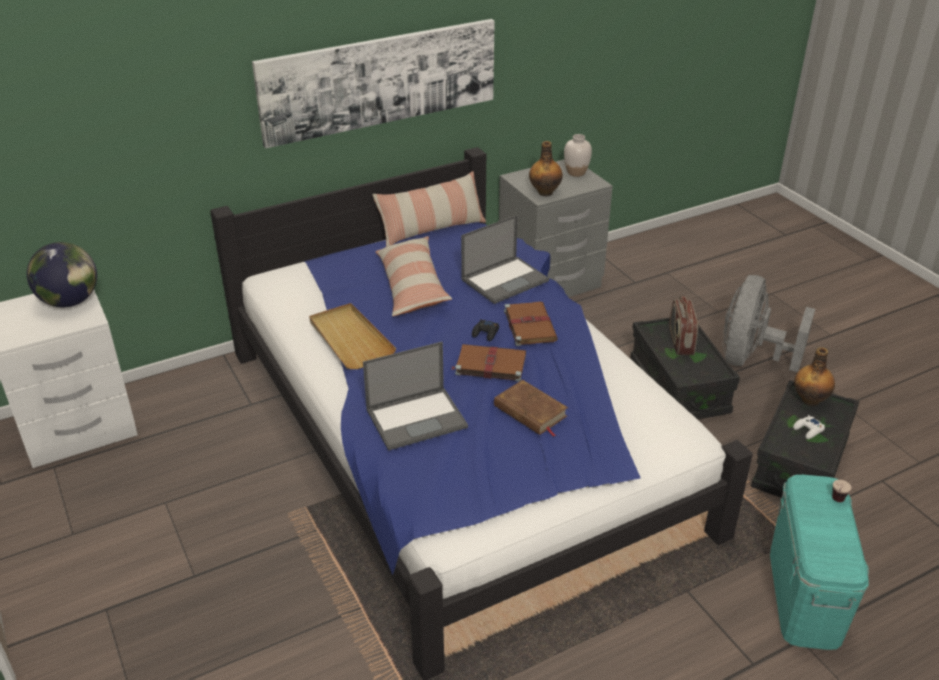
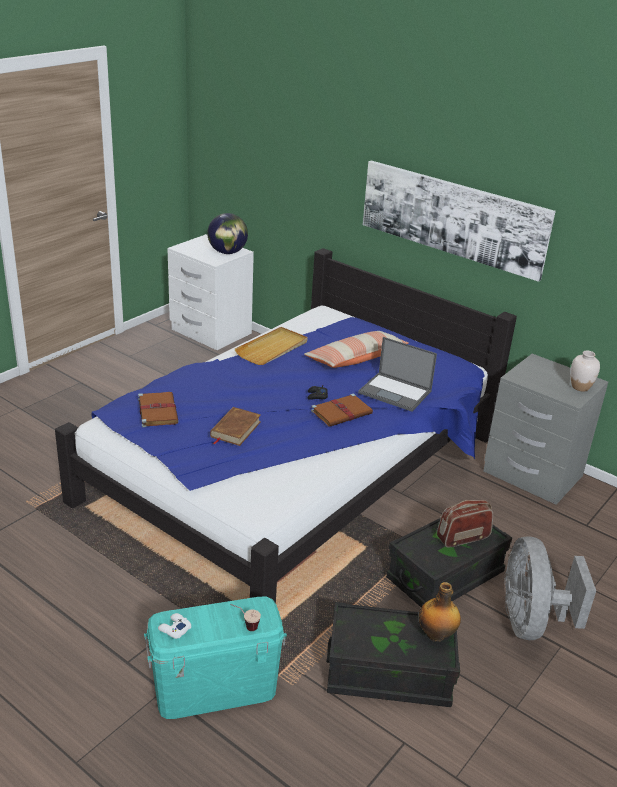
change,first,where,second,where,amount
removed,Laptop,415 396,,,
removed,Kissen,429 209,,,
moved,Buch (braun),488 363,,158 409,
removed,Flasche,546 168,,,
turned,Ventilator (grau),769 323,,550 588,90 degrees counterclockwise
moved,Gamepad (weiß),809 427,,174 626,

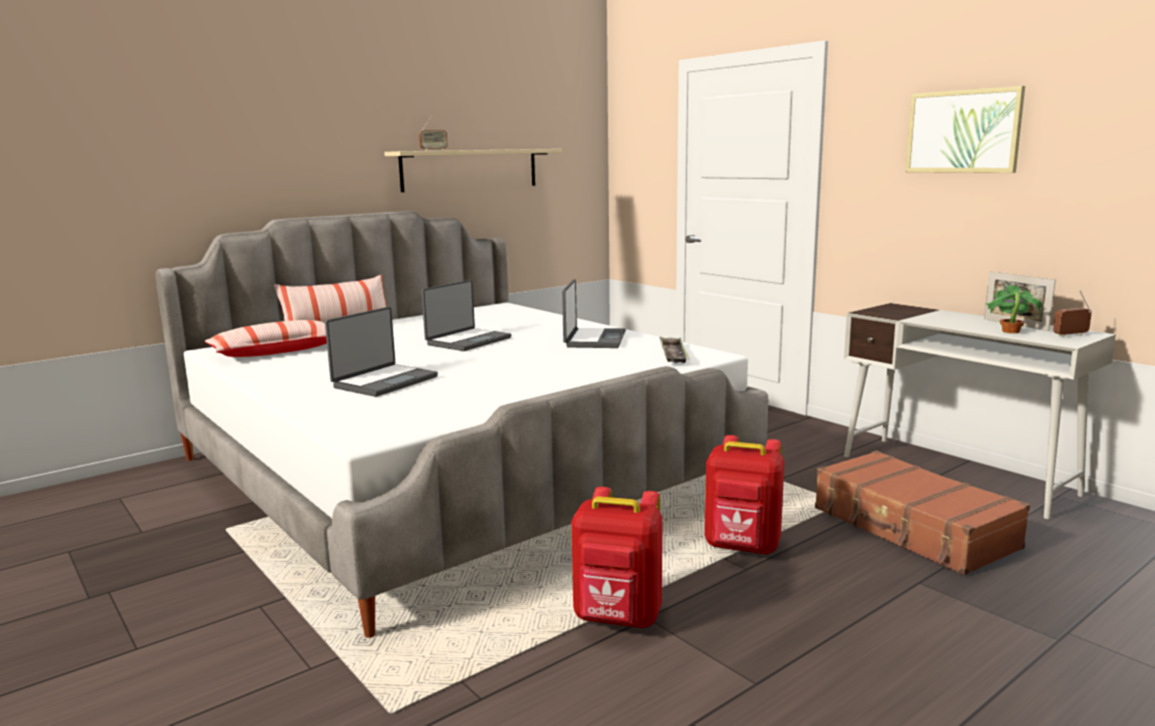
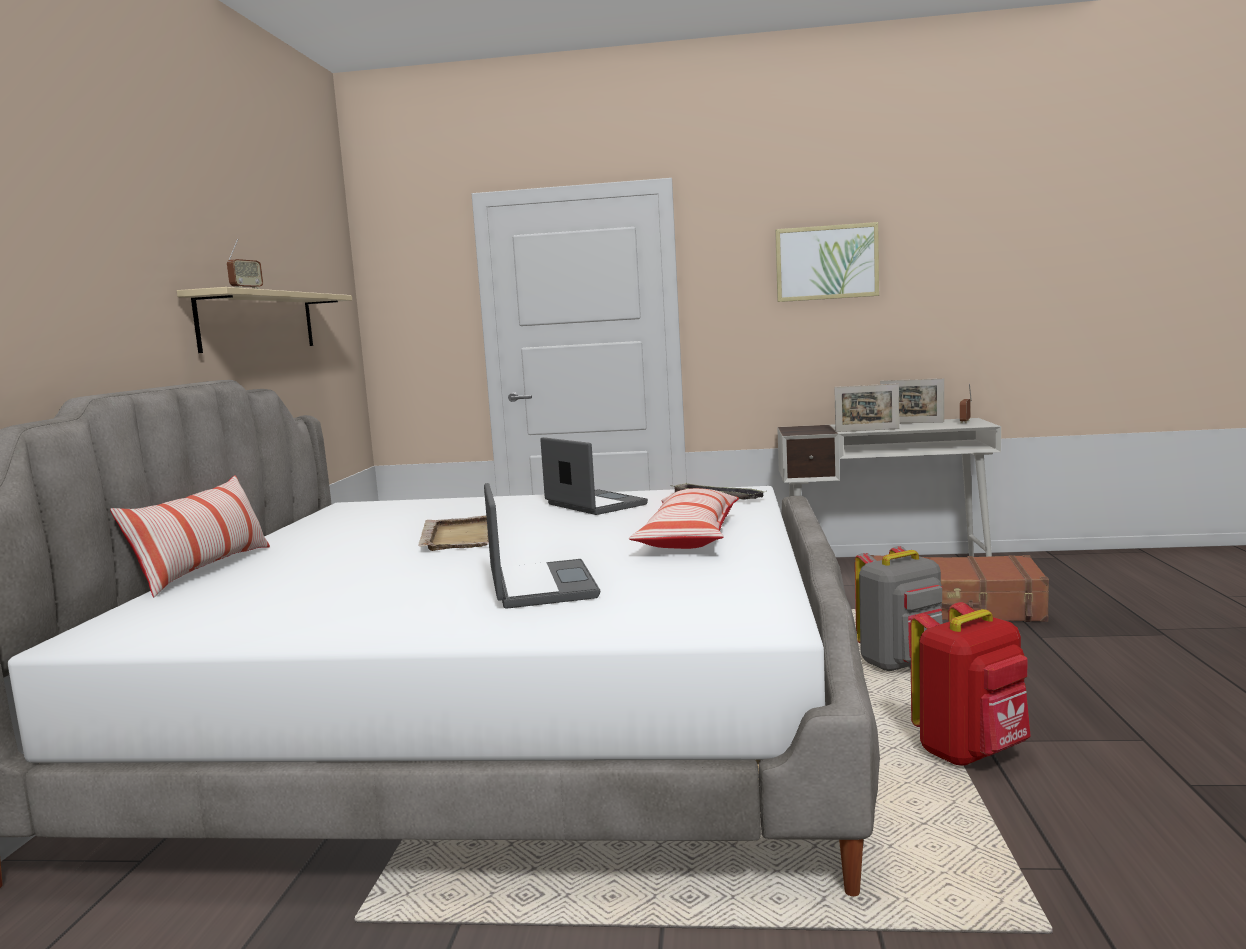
change,first,where,second,where,amount
moved,Kissen,266 338,,684 518,
replaced,Laptop,466 315,Tablett (beige),454 533,
recoloured,Rucksack (rot),744 495,Rucksack (grau),899 608,
removed,Topfpflanze,1014 309,,,
added,,,Bilderrahmen,866 407,

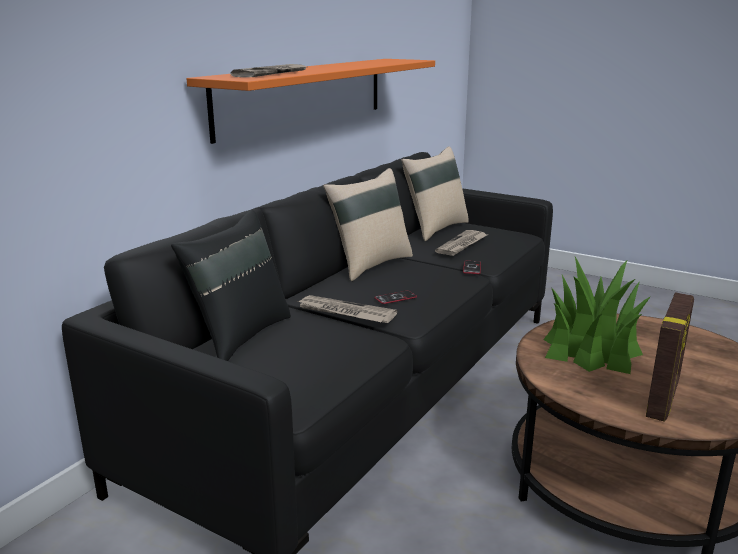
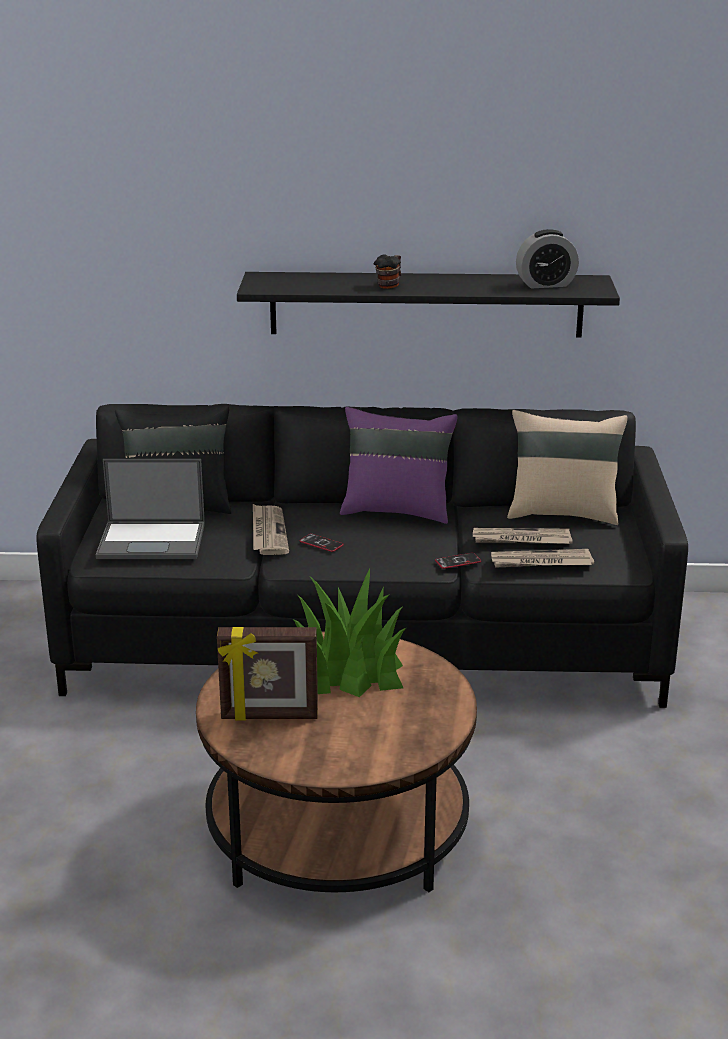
change,first,where,second,where,amount
recoloured,Wandregal (orange),310 101,Wandregal (schwarz),428 305,
moved,Zeitung,268 70,,542 558,
recoloured,Kissen (beige),368 224,Kissen (lila),398 465,
added,,,Laptop,150 509,
added,,,Henkelbecher,387 271,
added,,,Wecker,547 258,

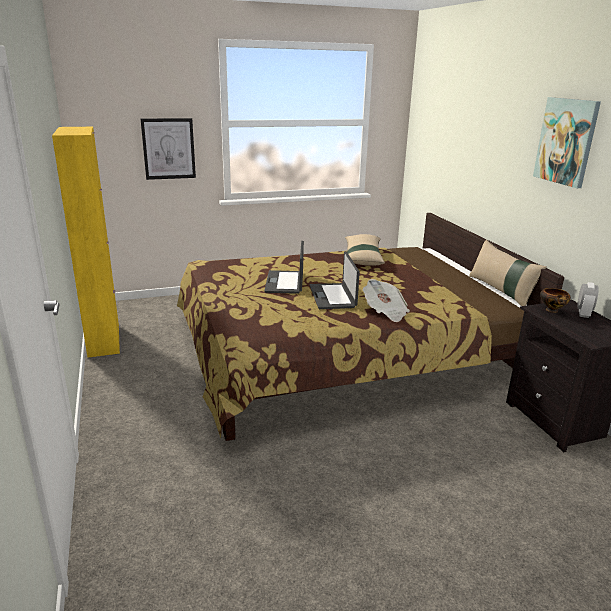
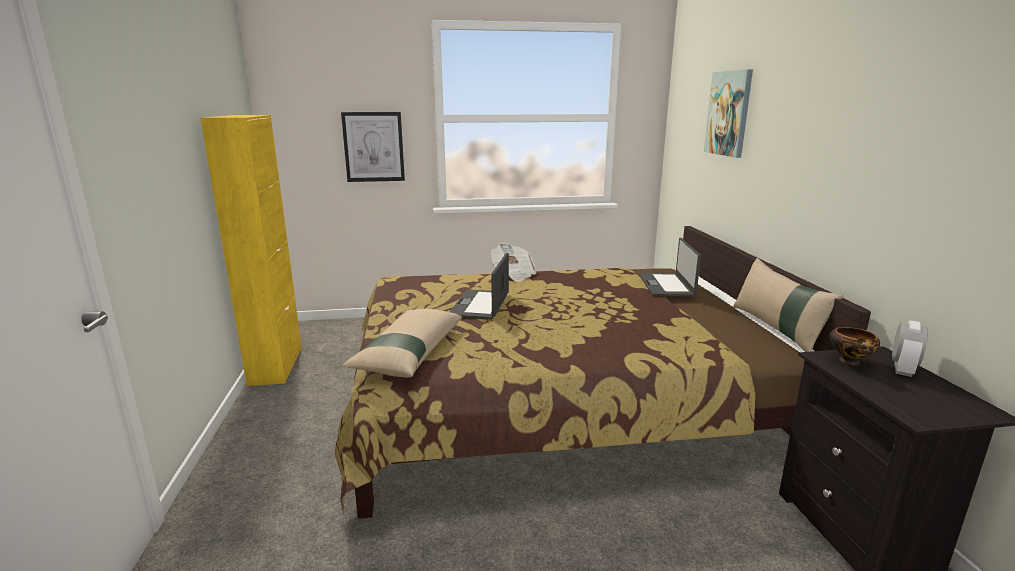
change,first,where,second,where,amount
moved,Laptop,334 280,,670 267,
moved,Kissen (beige),365 250,,402 343,
moved,Zeitung,386 300,,513 262,
moved,Bild,567 142,,728 113,

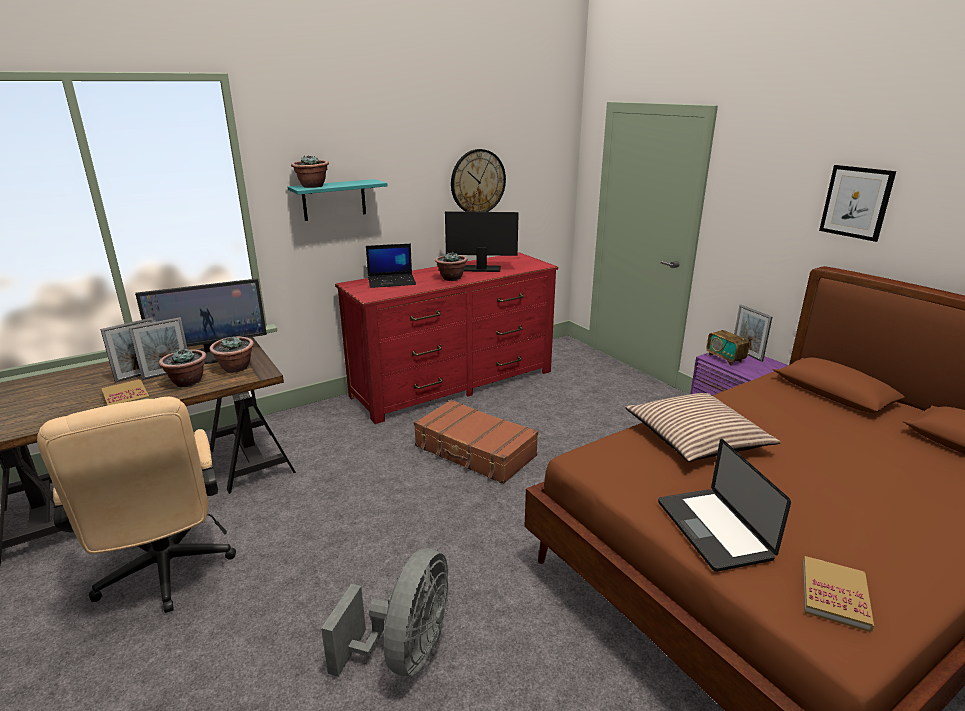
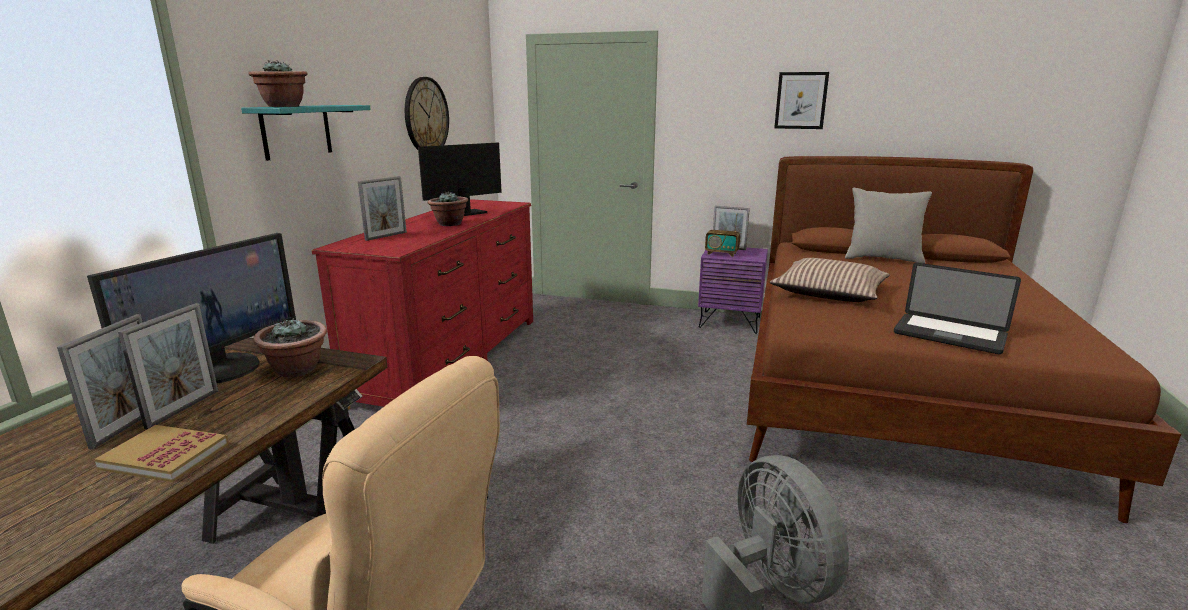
change,first,where,second,where,amount
removed,Topfpflanze,182 367,,,
replaced,Laptop,391 266,Bilderrahmen,382 208,
removed,Koffer (braun),476 442,,,
removed,Buch,838 594,,,
added,,,Kissen (grau),888 226,

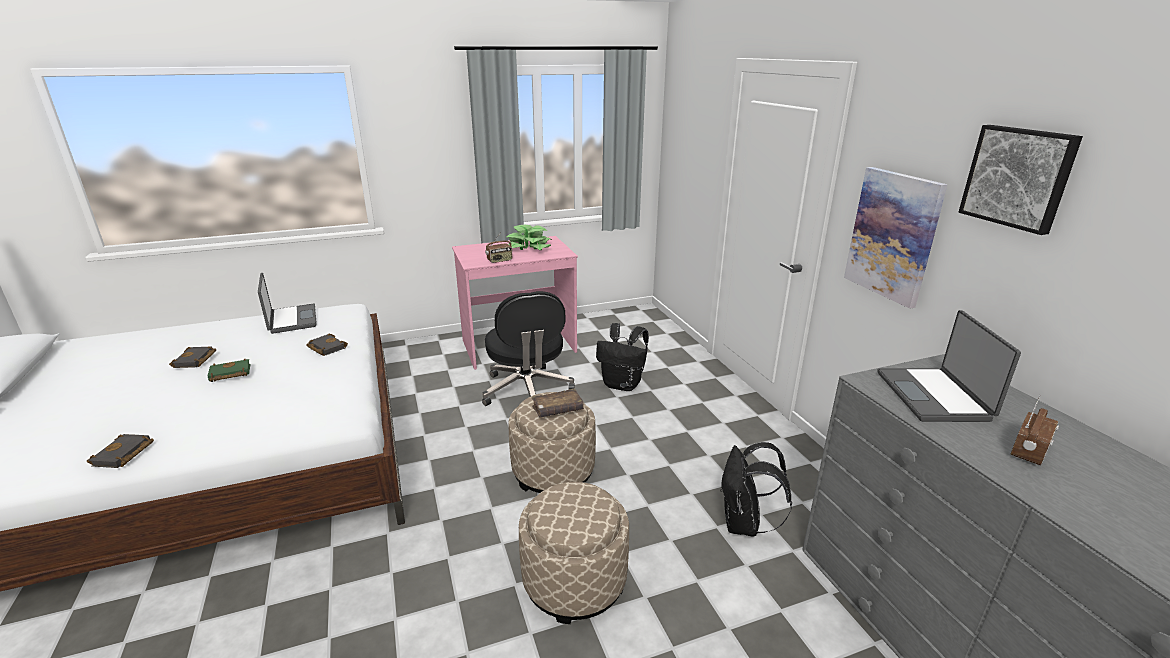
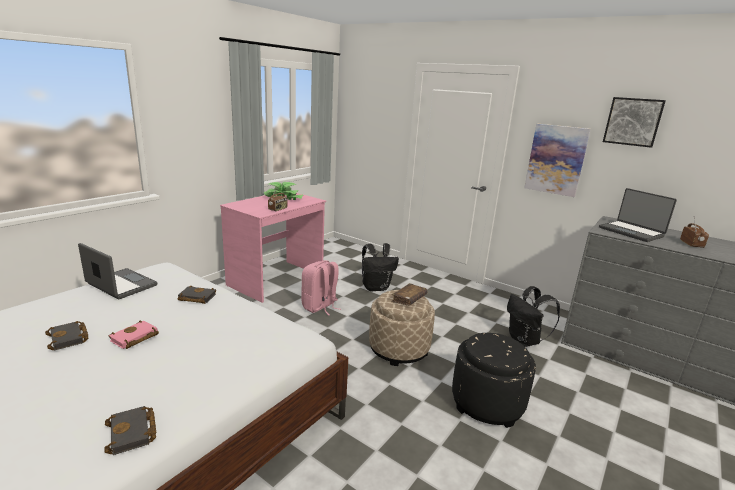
change,first,where,second,where,amount
recoloured,Buch (grün),229 370,Buch (rosa),134 334,
replaced,Bürostuhl (schwarz),528 348,Rucksack (rosa),321 288,
recoloured,Polsterhocker (beige),574 553,Polsterhocker (schwarz),494 380,

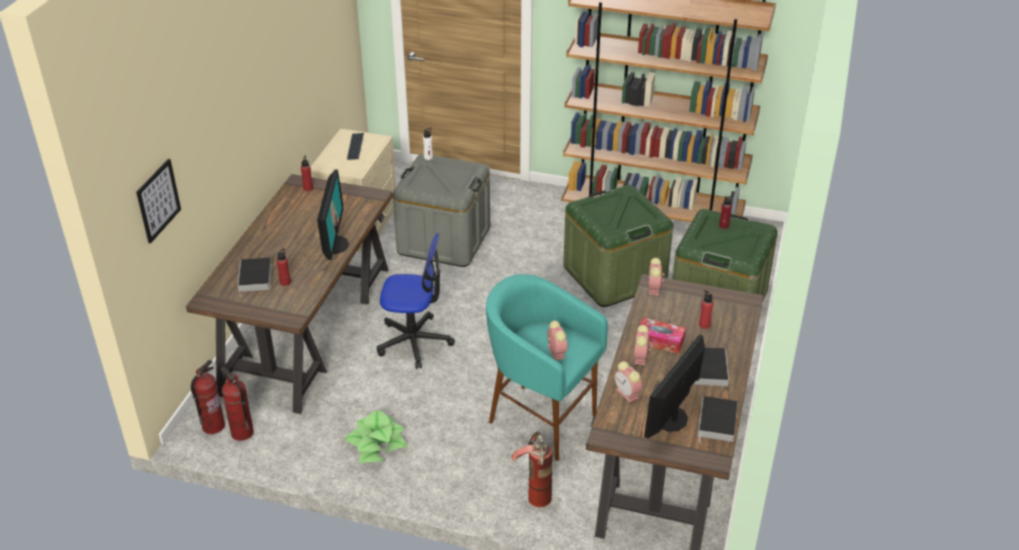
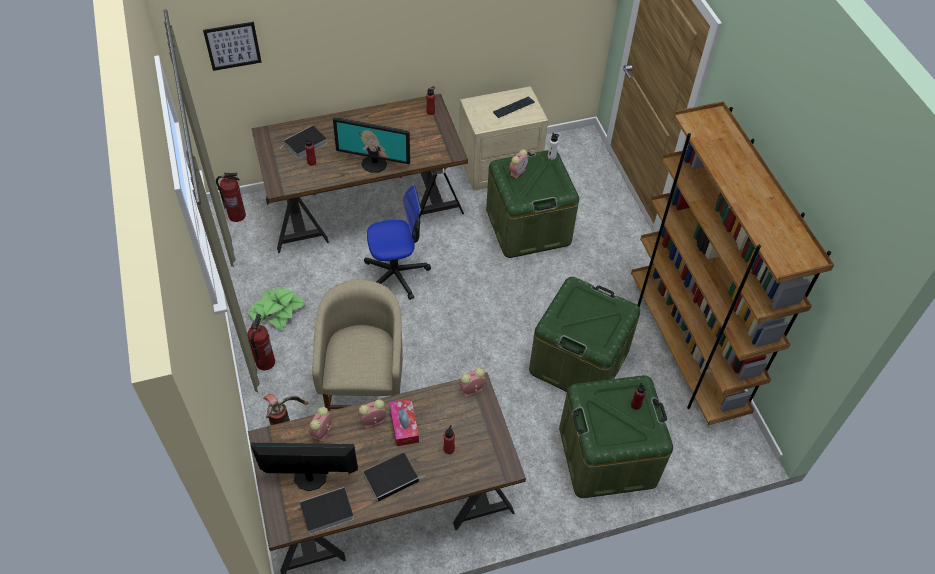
change,first,where,second,where,amount
moved,Feuerlöscher,237 404,,261 342,
turned,Monitor,333 214,,371 145,45 degrees clockwise
turned,Bürostuhl,416 301,,397 242,75 degrees counterclockwise
recoloured,Aufbewahrungsbox (grau),441 210,Aufbewahrungsbox (grün),532 204,
recoloured,Hocker (türkis),547 367,Hocker (beige),357 345,
moved,Wecker,557 340,,518 164,

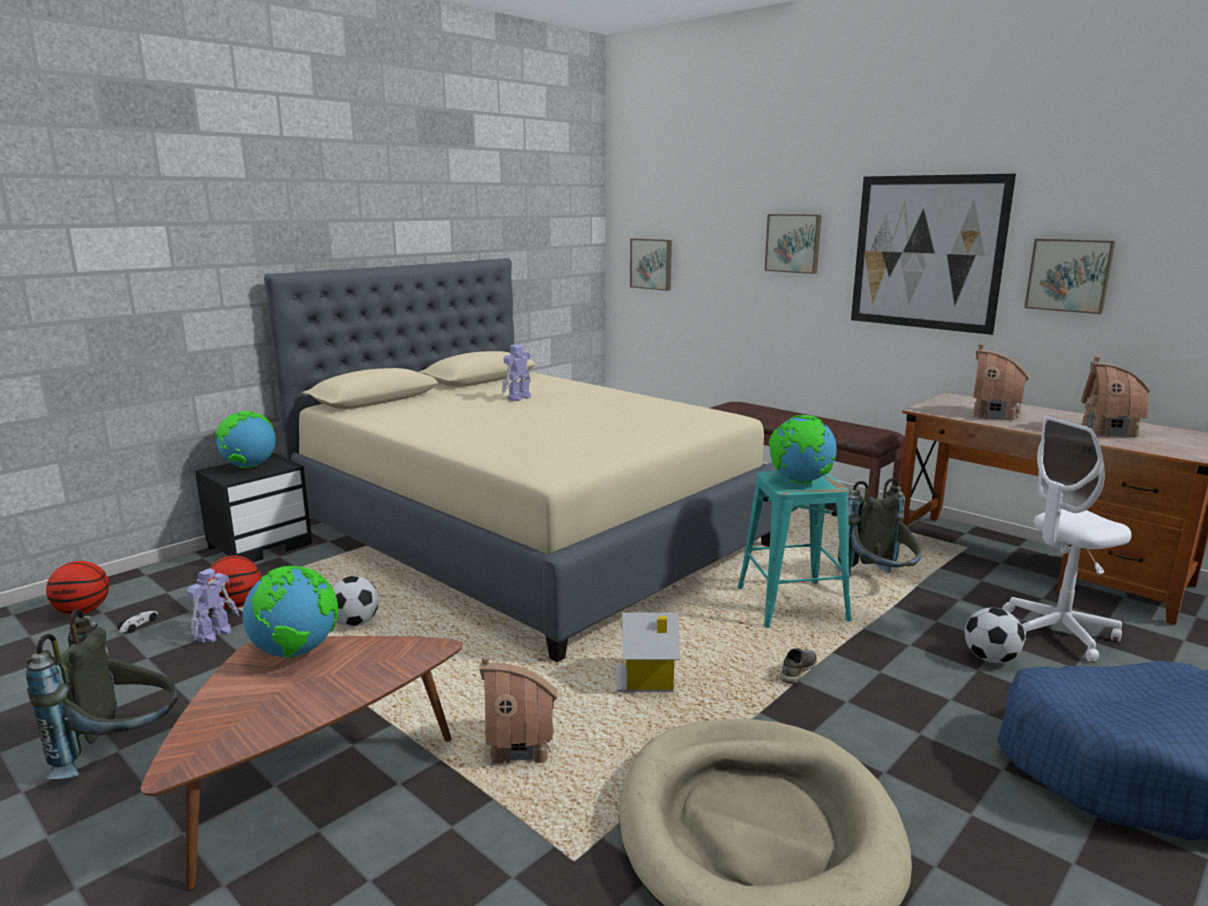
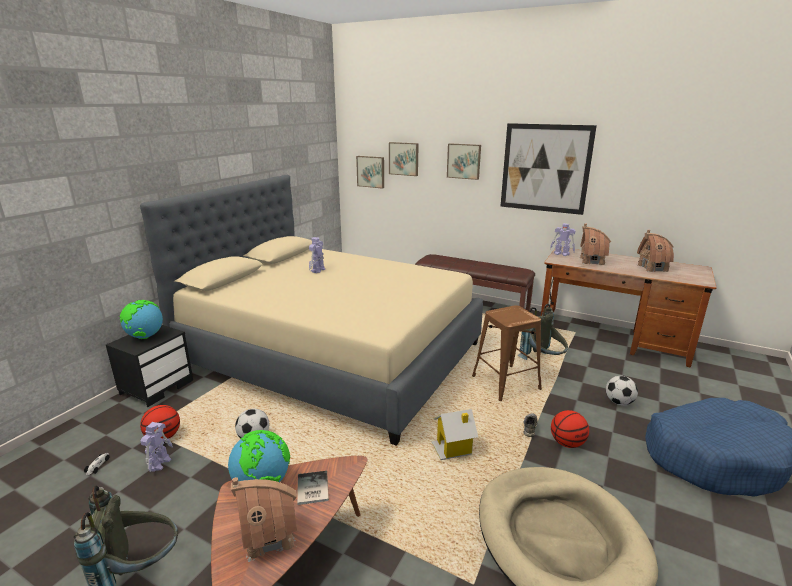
change,first,where,second,where,amount
moved,Basketball,77 588,,570 429,
moved,Spielzeughaus,518 710,,264 519,
recoloured,Hocker (türkis),795 549,Hocker (braun),507 353,
removed,Globus,803 449,,,
removed,Bürostuhl (weiß),1067 538,,,
moved,Bild,1069 276,,404 159,
added,,,Buch,313 488,
added,,,Spielzeugroboter,563 239,

